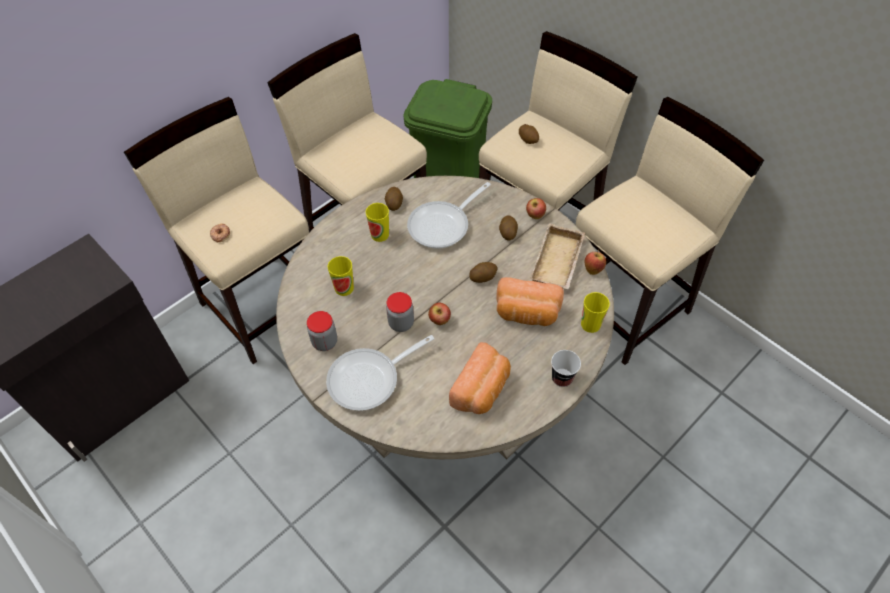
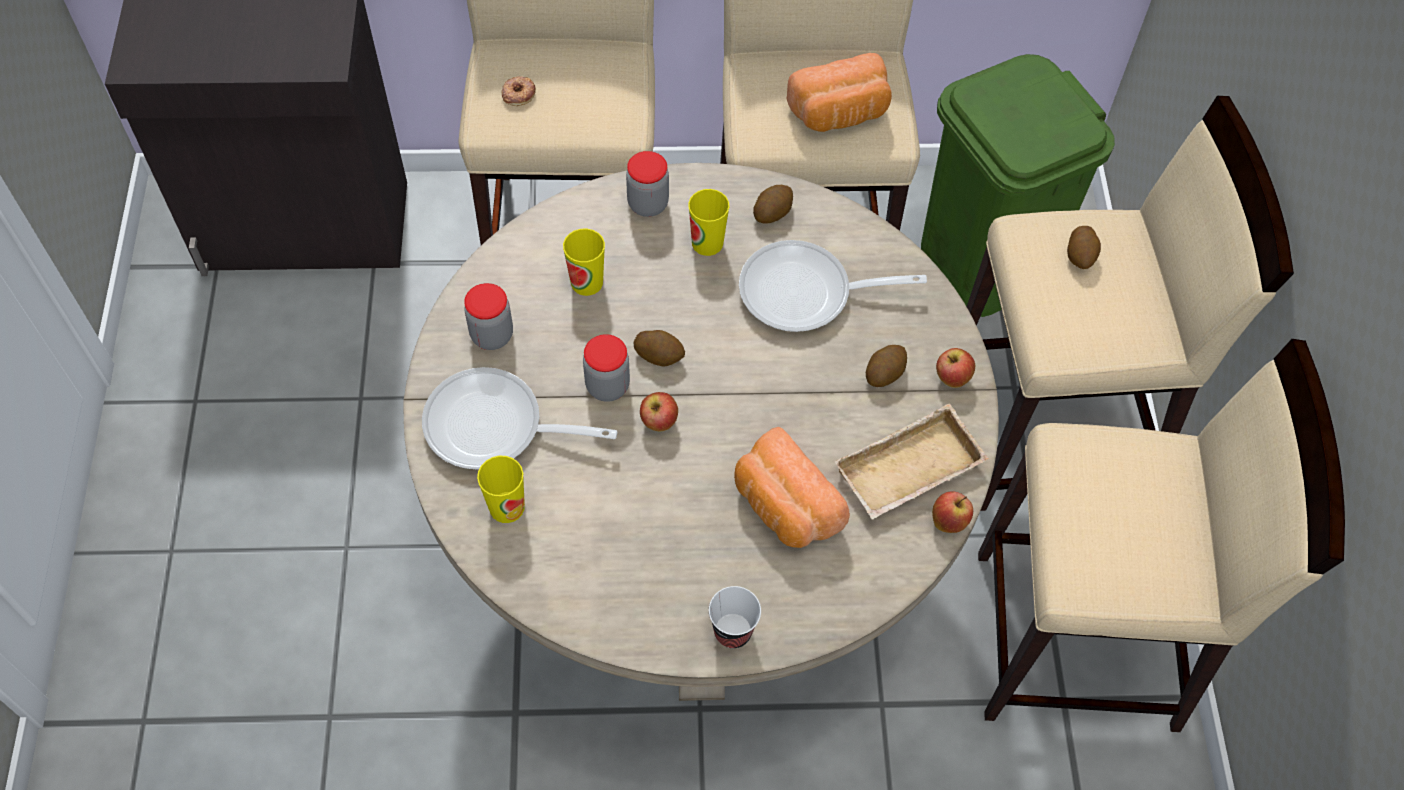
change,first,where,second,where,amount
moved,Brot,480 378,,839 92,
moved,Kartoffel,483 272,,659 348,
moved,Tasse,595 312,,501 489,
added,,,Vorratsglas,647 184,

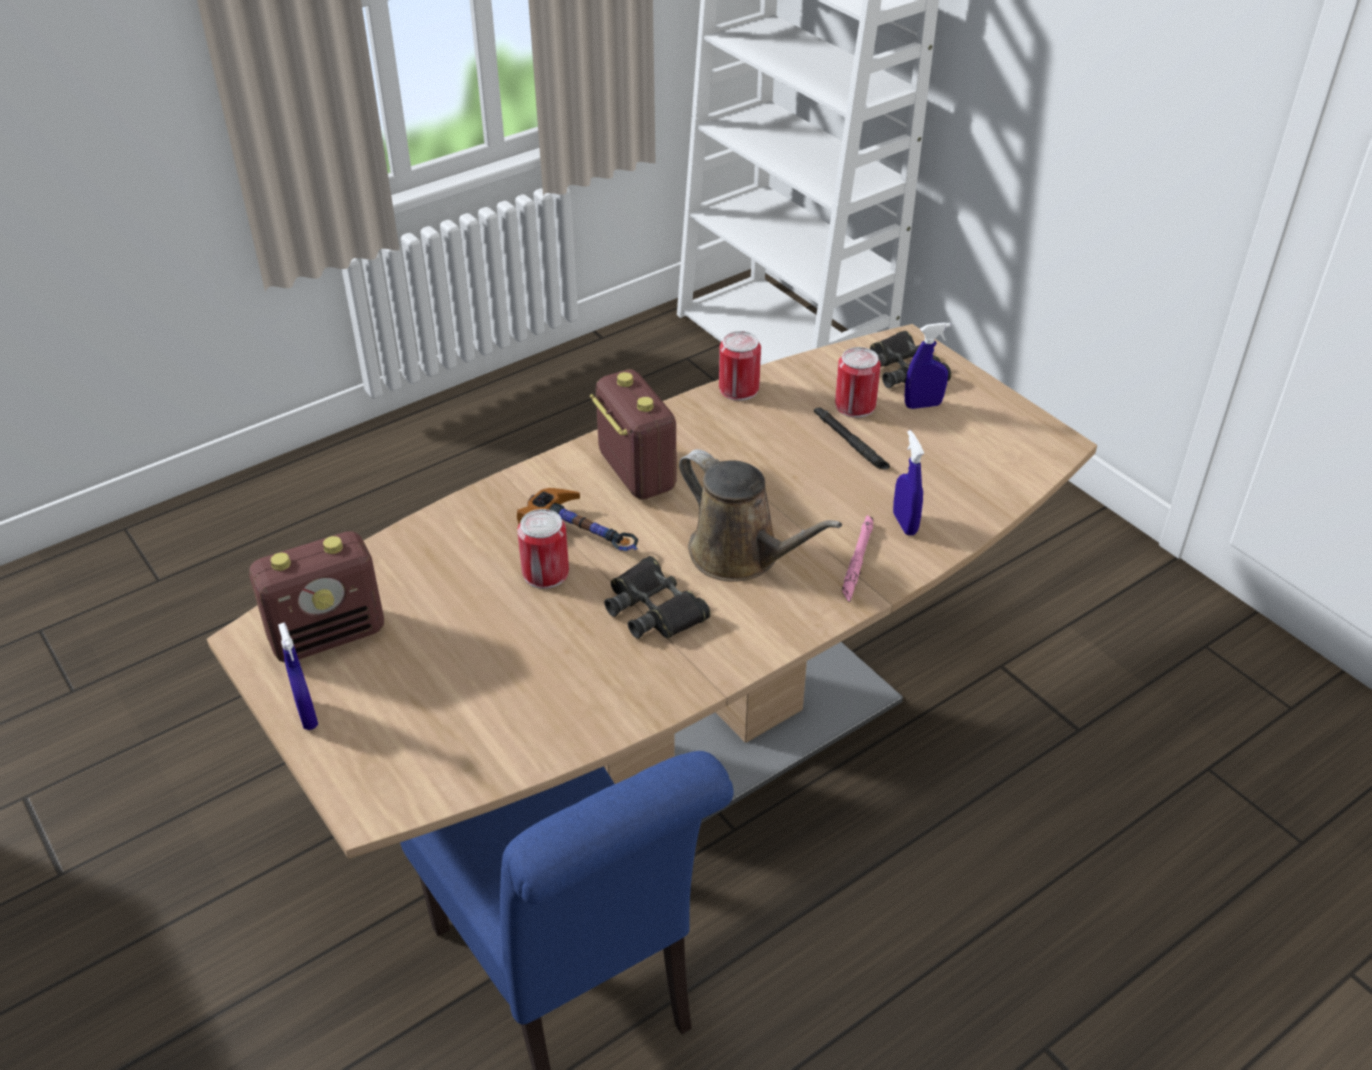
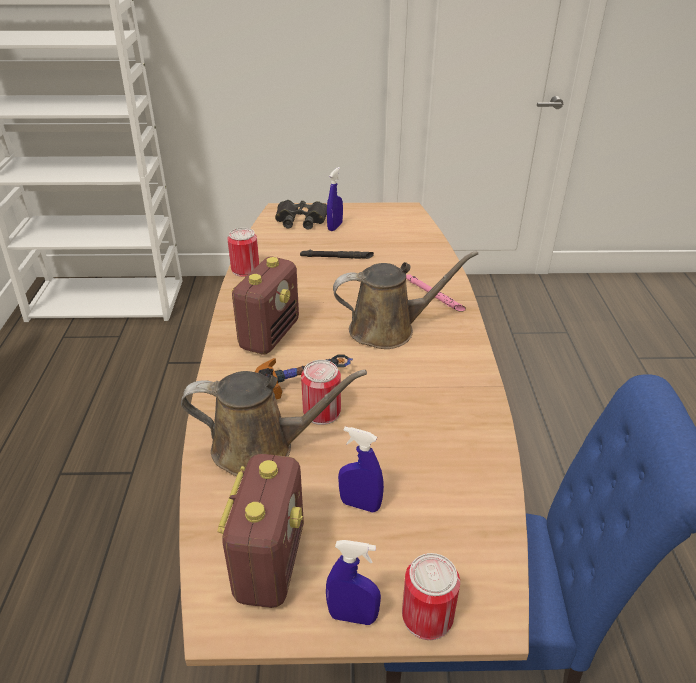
change,first,where,second,where,amount
turned,Radio,633 434,,265 306,105 degrees clockwise
removed,Fernglas (schwarz),657 597,,,
moved,Dose,858 382,,431 596,
moved,Sprühflasche (blau),908 483,,361 470,
added,,,Gießkanne (braun),274 424,

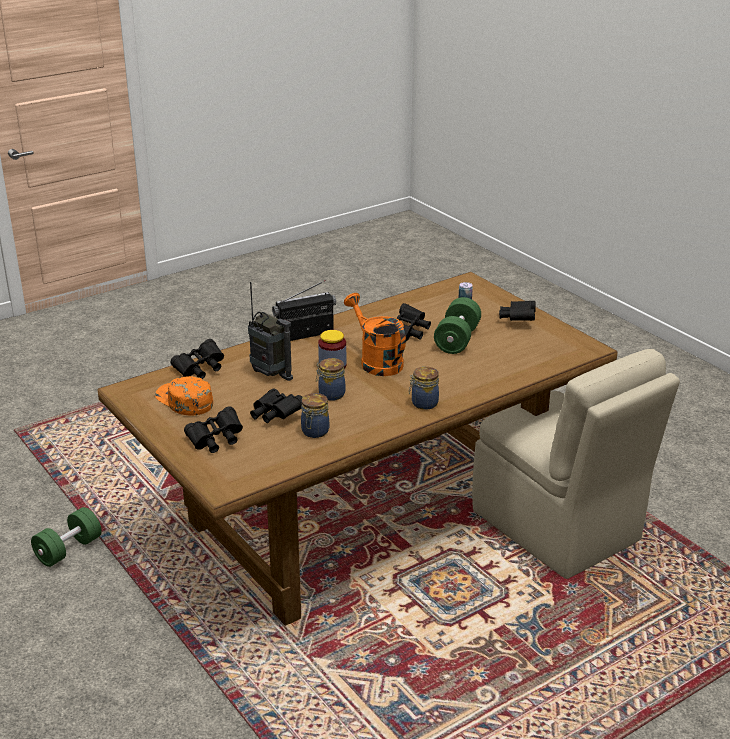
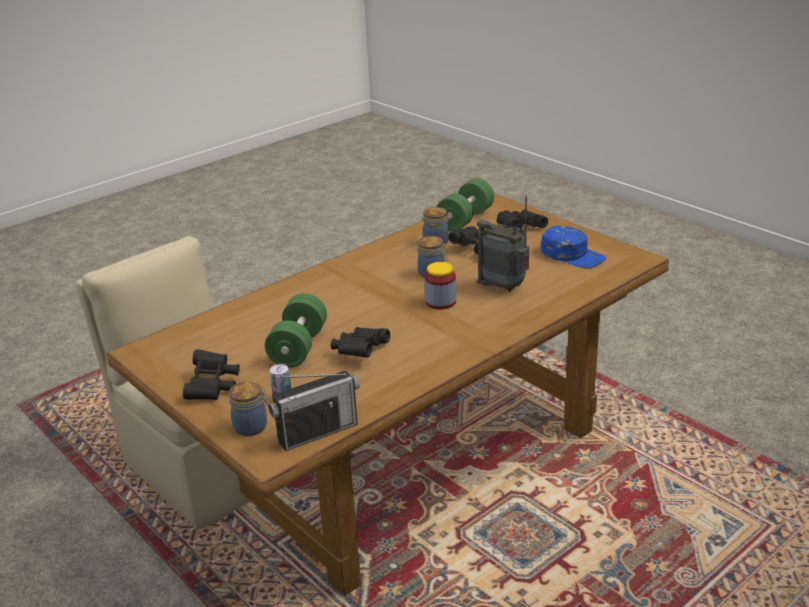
change,first,where,second,where,amount
moved,Hantel (grün),66 537,,465 204,
recoloured,Kappe (orange),184 396,Kappe (blau),573 247,
removed,Fernglas (schwarz),197 359,,,
moved,Radio,304 310,,314 411,
removed,Gießkanne (orange),375 334,,,
moved,Vorratsglas,424 388,,249 408,

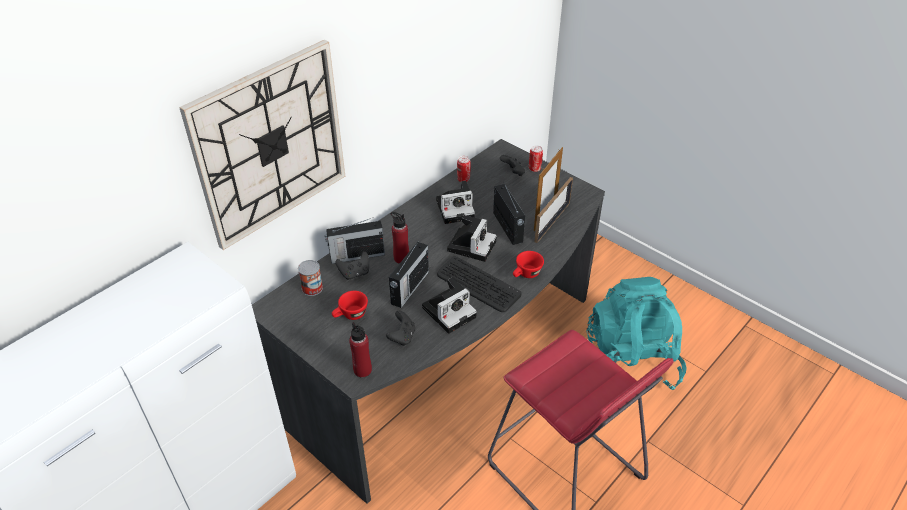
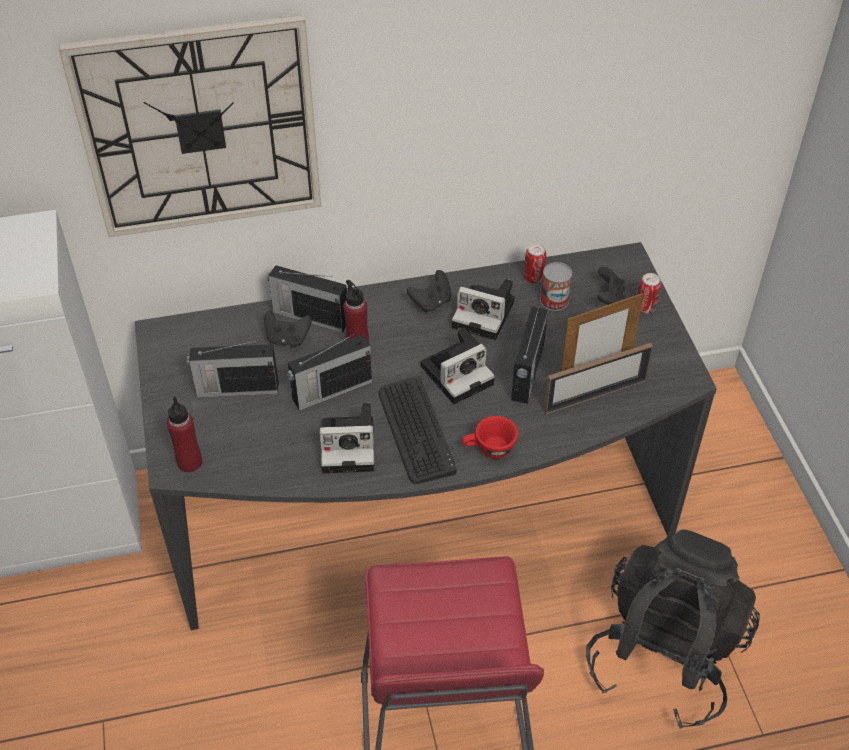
change,first,where,second,where,amount
moved,Dose,310 278,,556 286,
replaced,Tasse (rot),350 305,Radio,232 369,
moved,Gamepad (schwarz),400 328,,429 291,
recoloured,Rucksack (türkis),637 333,Rucksack (schwarz),673 629,

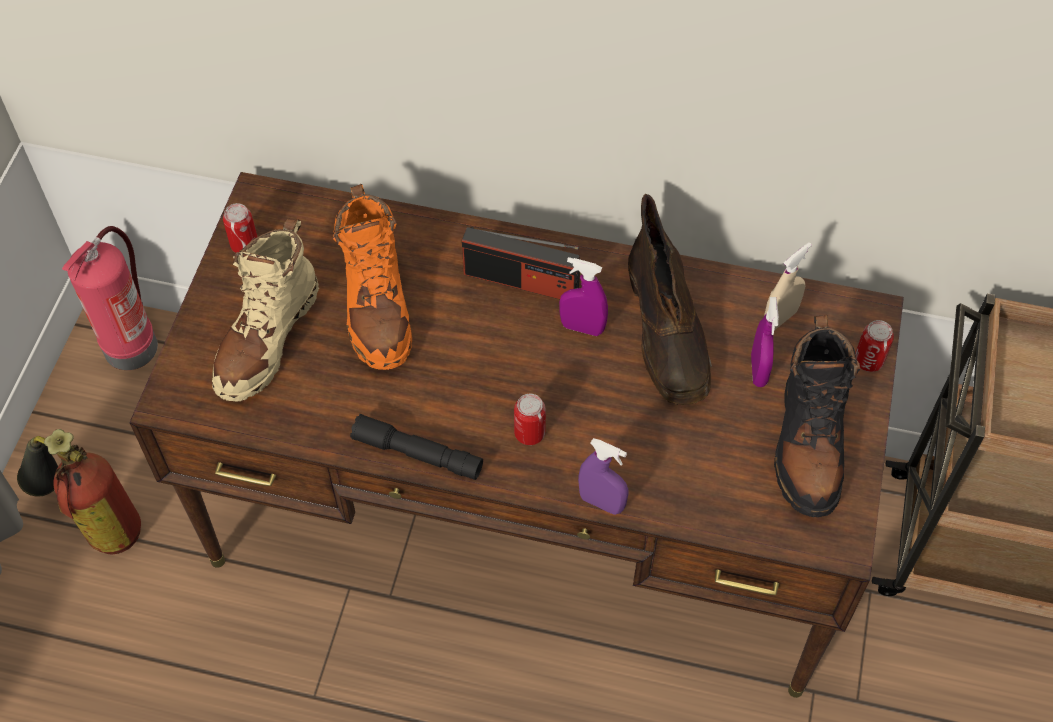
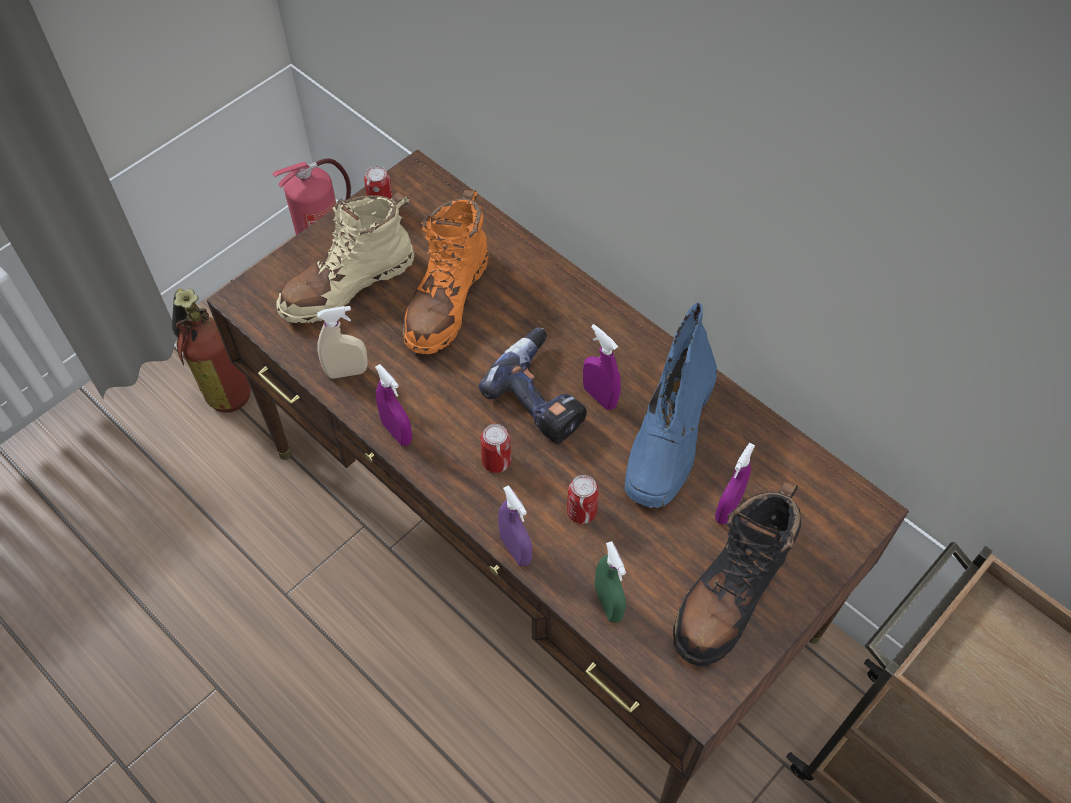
change,first,where,second,where,amount
replaced,Taschenlampe (schwarz),416 447,Sprühflasche (lila),393 405,
removed,Radio,521 263,,,
recoloured,Stiefel (braun),670 299,Stiefel (blau),671 405,
moved,Sprühflasche (beige),788 286,,342 342,
moved,Dose,874 346,,583 499,
added,,,Bohrmaschine,533 386,
added,,,Sprühflasche (grün),610 582,

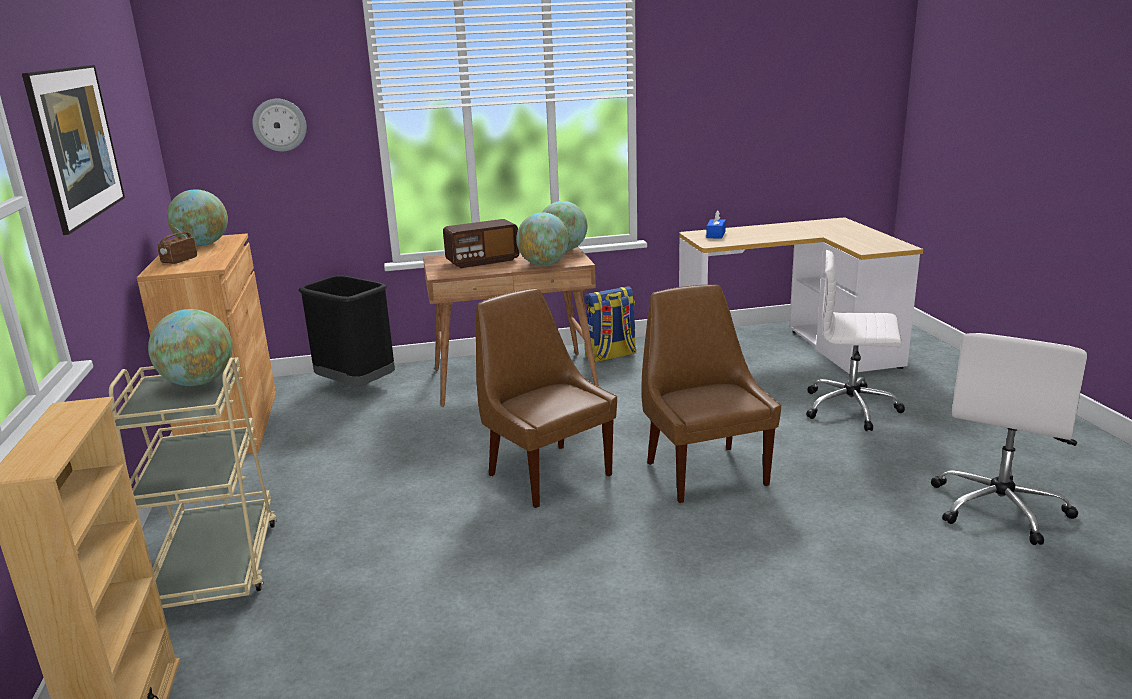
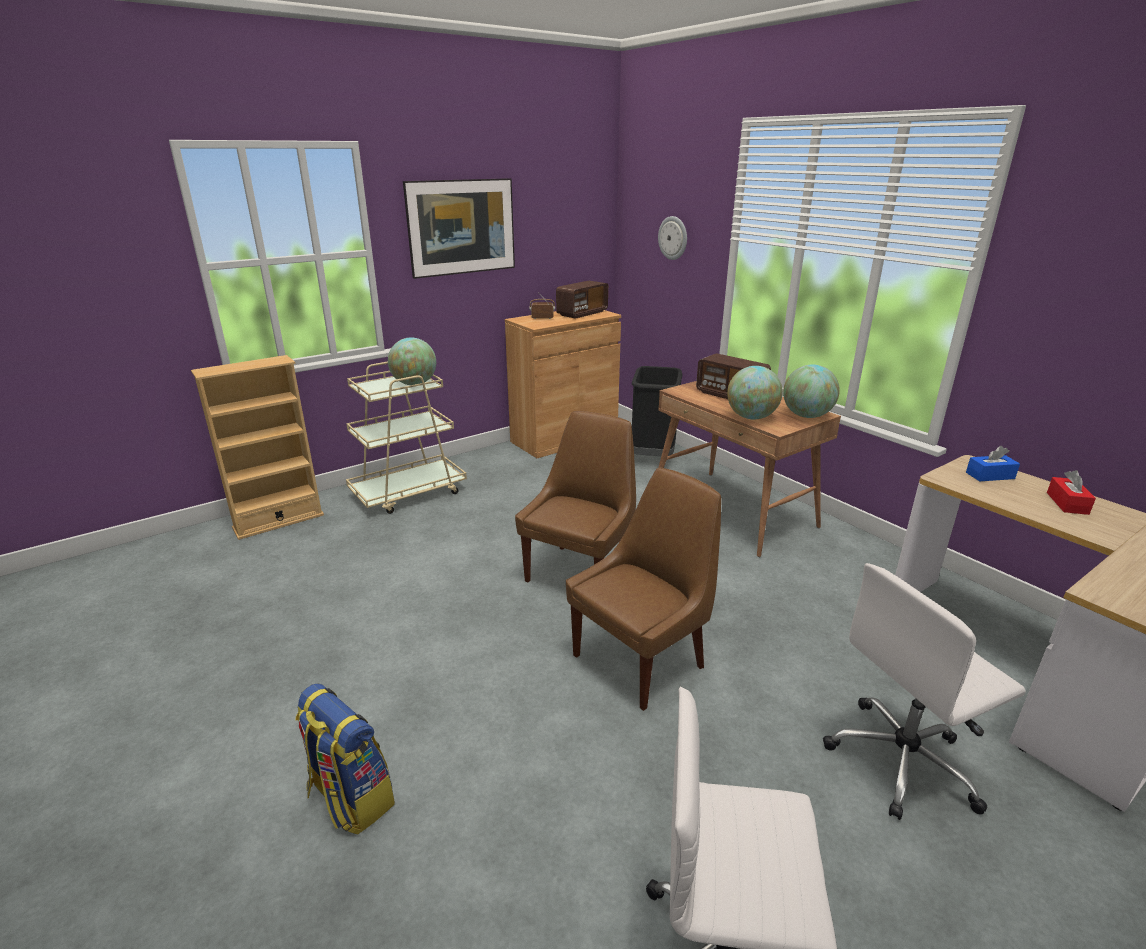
change,first,where,second,where,amount
replaced,Globus,197 217,Radio,582 300,
moved,Rucksack,610 324,,345 759,
turned,Bürostuhl (weiß),855 340,,924 691,105 degrees counterclockwise
added,,,Taschentuchbox (rot),1071 492,

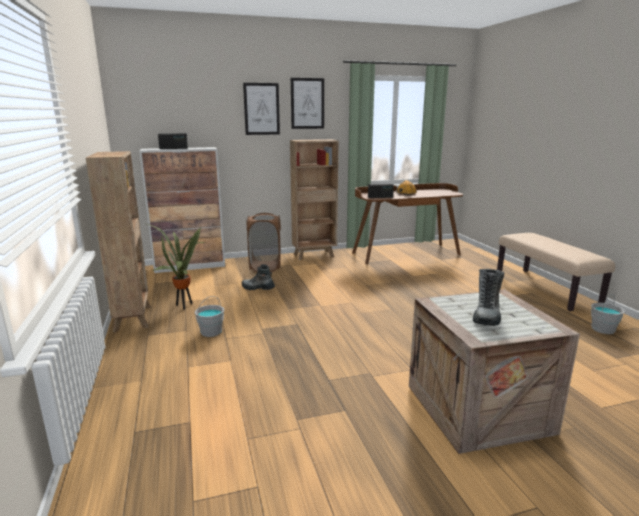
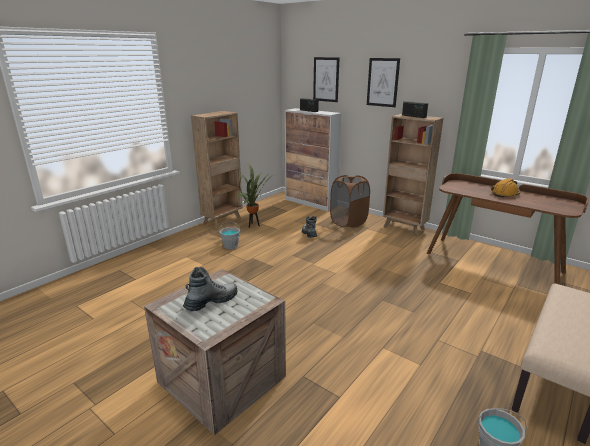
change,first,where,second,where,amount
moved,Bild,307 103,,326 79,
moved,Radio,381 190,,415 109,
turned,Stiefel,489 297,,210 289,150 degrees clockwise

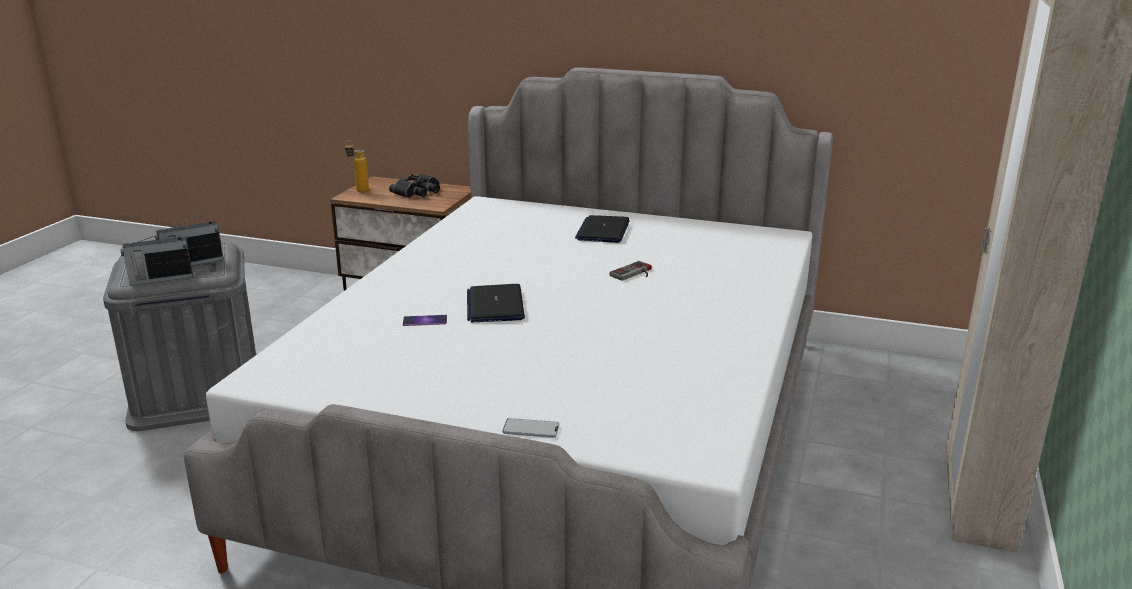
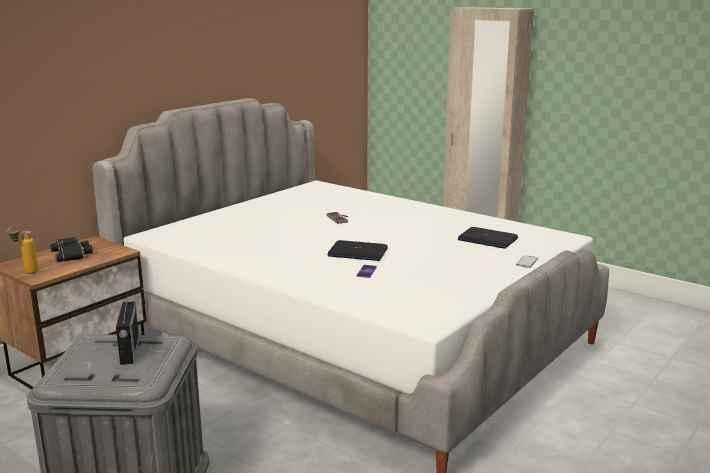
change,first,where,second,where,amount
removed,Radio,156 257,,,
moved,Laptop,602 229,,488 238,

